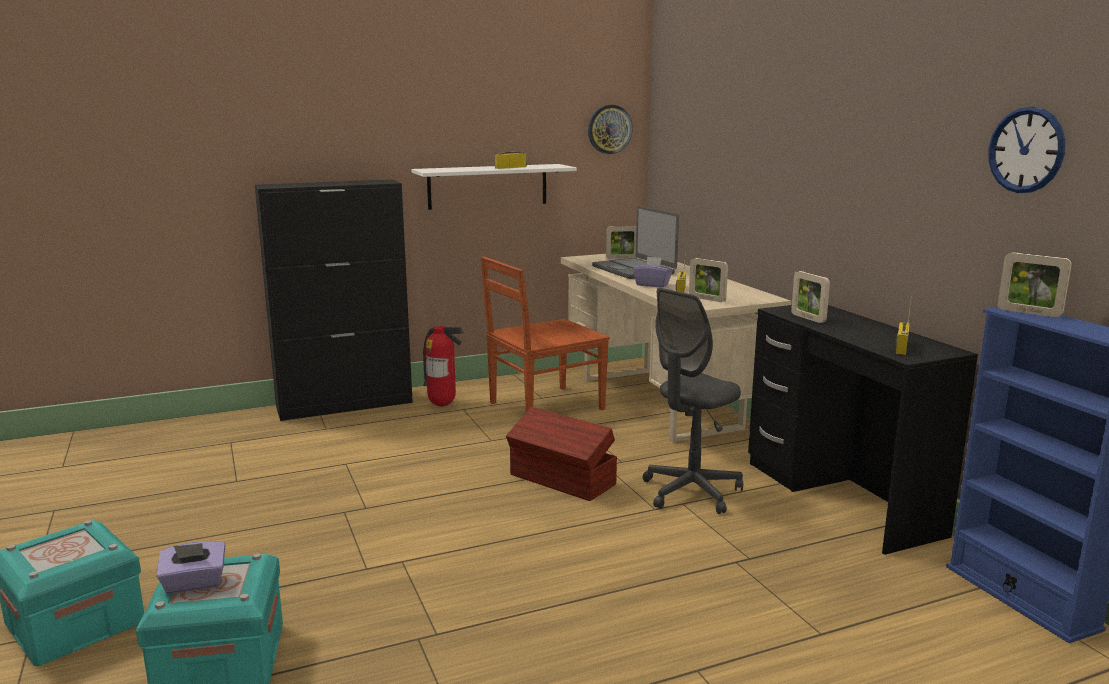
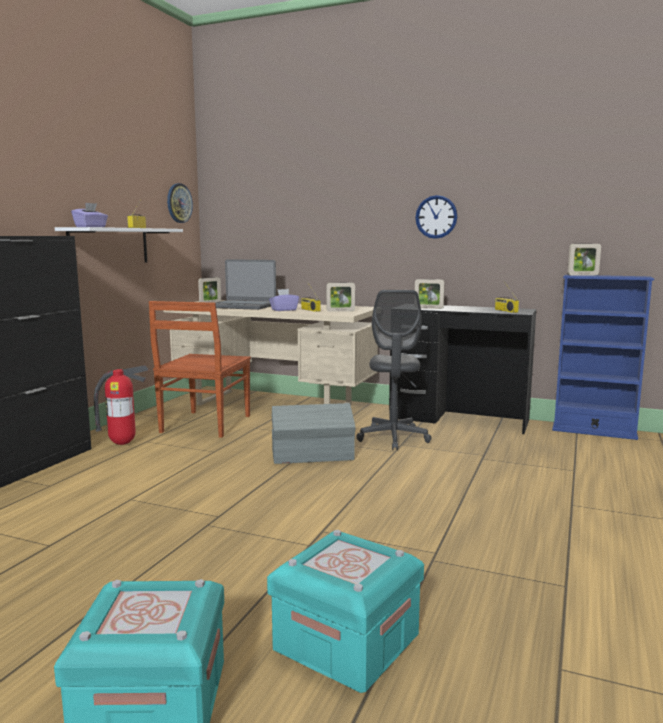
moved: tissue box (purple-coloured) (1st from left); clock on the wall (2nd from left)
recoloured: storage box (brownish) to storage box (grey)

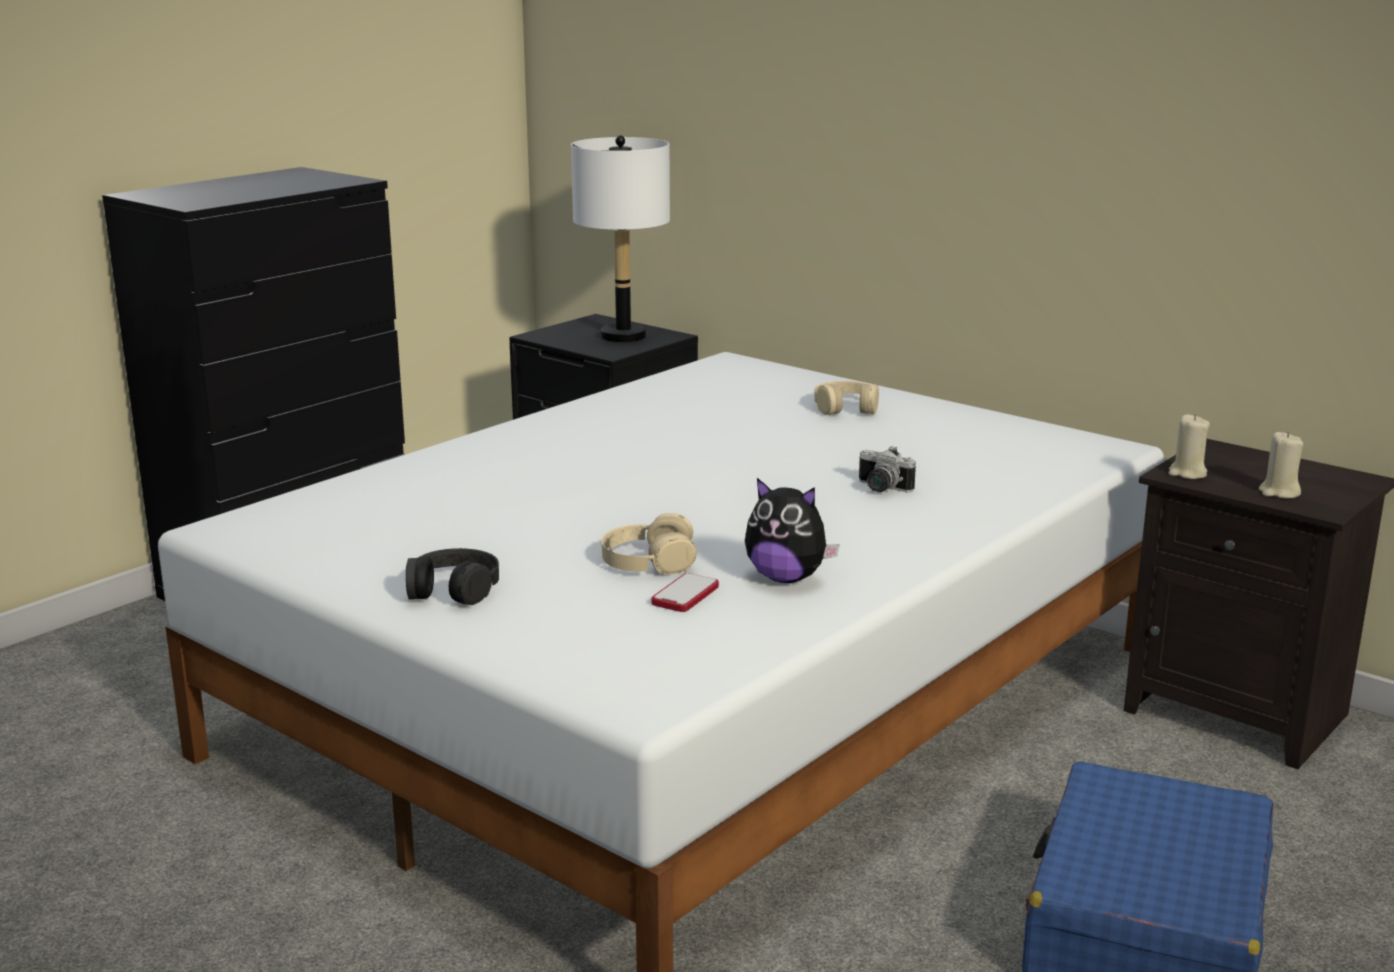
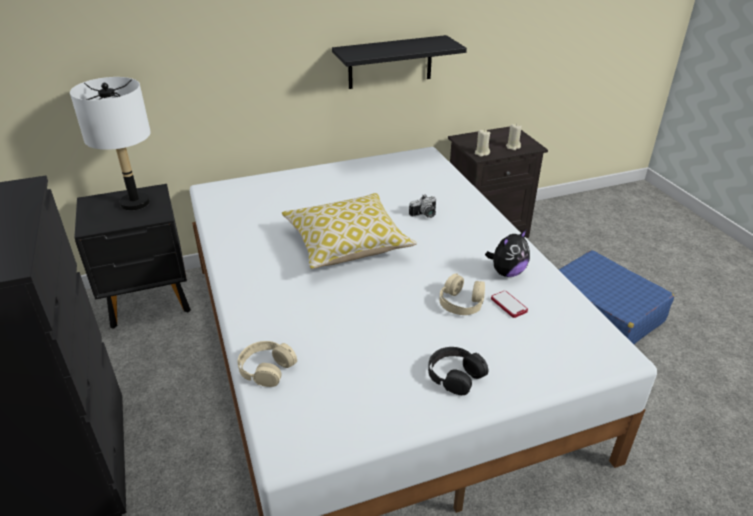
added: pillow; shelf (black-coloured)
moved: pair of headphones (sand-coloured) (2nd from left in the first image) to pair of headphones (sand-coloured) (1st from left)

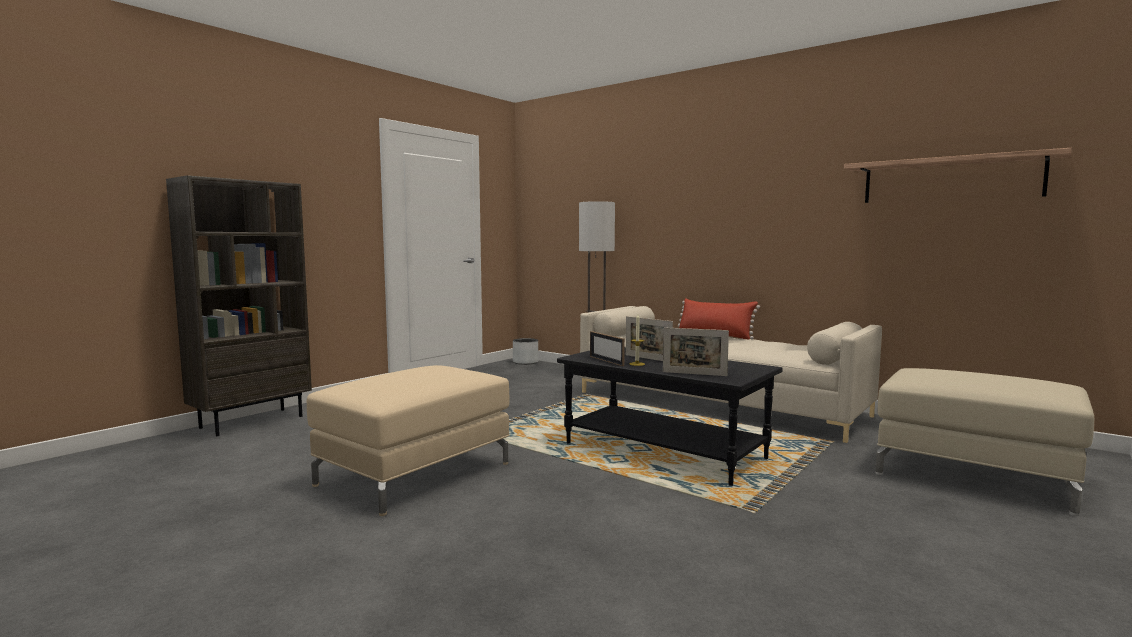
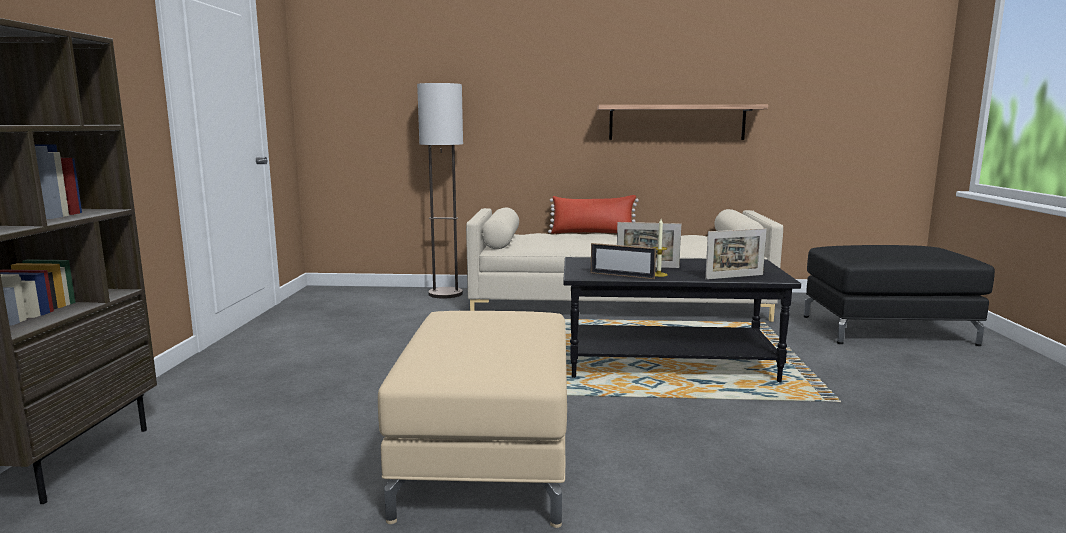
removed: plant pot (grey)
moved: shelf
recoloured: ottoman (sand-coloured) (2nd from left) to ottoman (black-coloured)

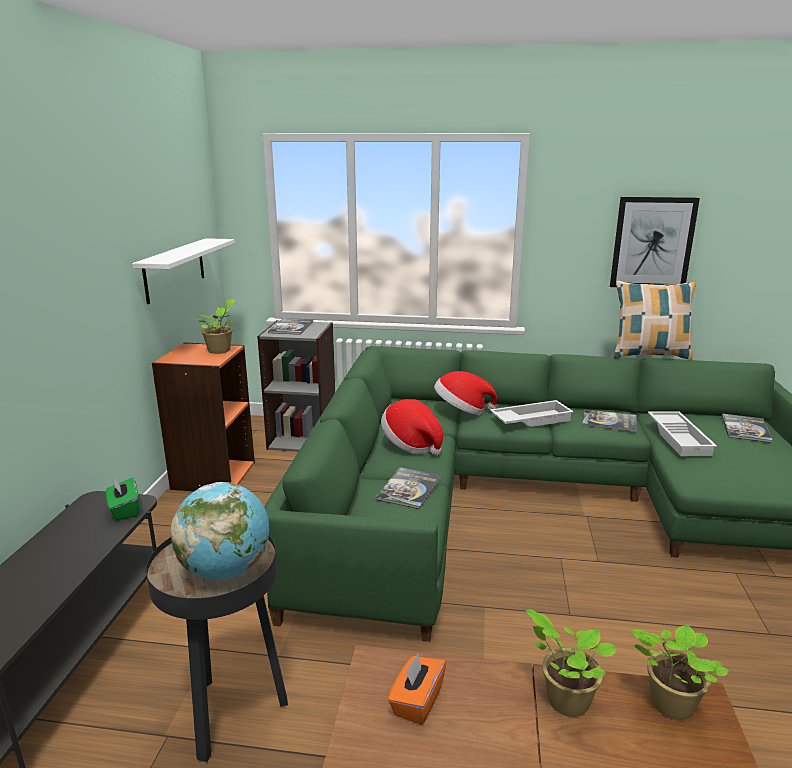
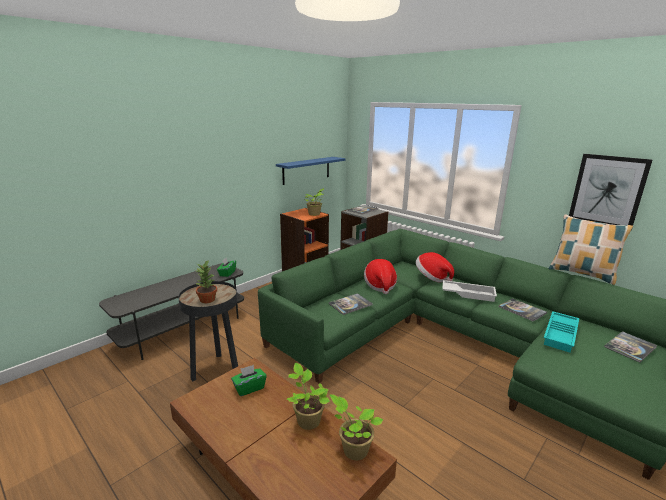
replaced: world globe to potted plant (1st from left)
recoloured: tissue box (orange-coloured) to tissue box (greenish) (2nd from left); shelf (white) to shelf (blue-coloured); serving tray (white) (2nd from left) to serving tray (turquoise-coloured)

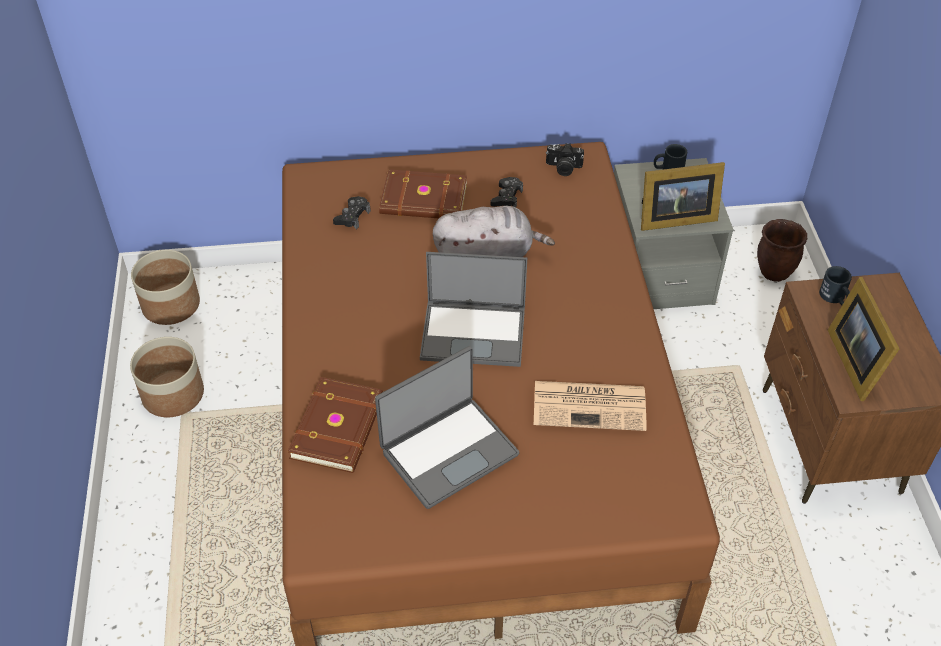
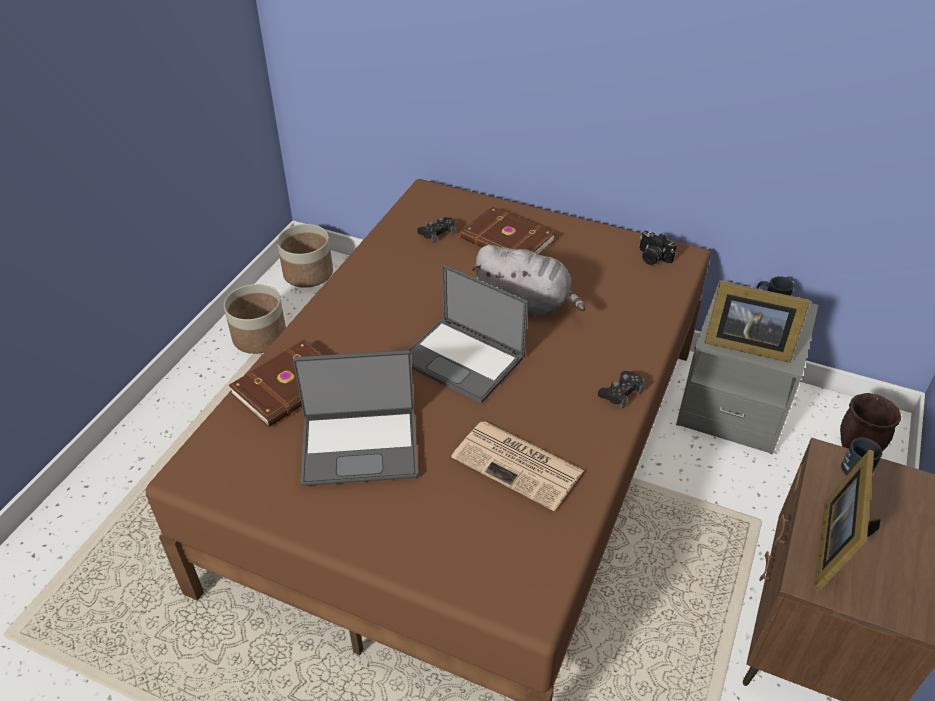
moved: game controller (black-coloured) (2nd from left)

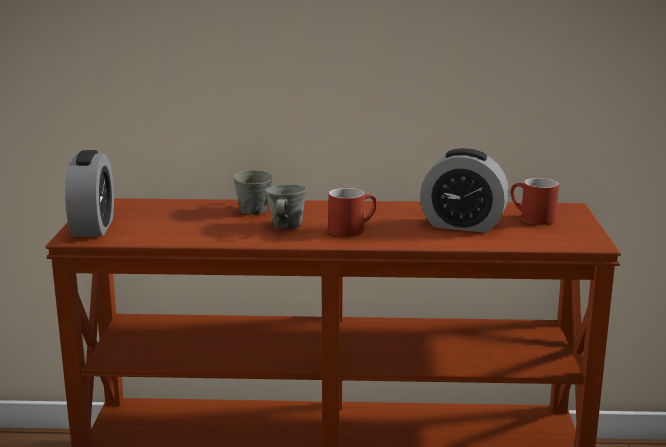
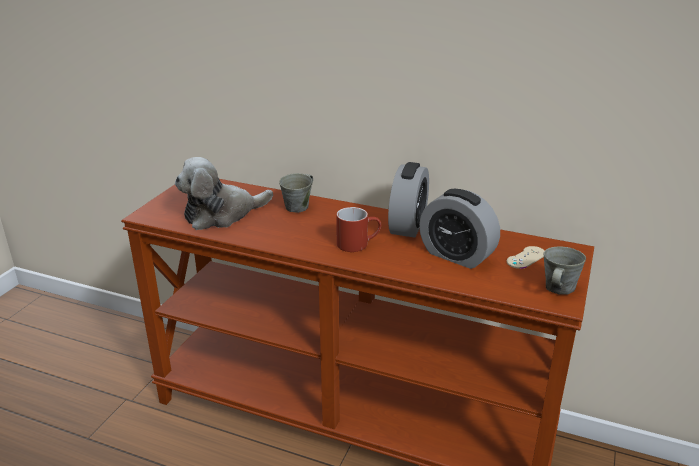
added: plush toy
moved: table clock (1st from left); coffee mug (grey) (2nd from left)
replaced: coffee mug (red-coloured) (2nd from left) to game controller (sand-coloured)

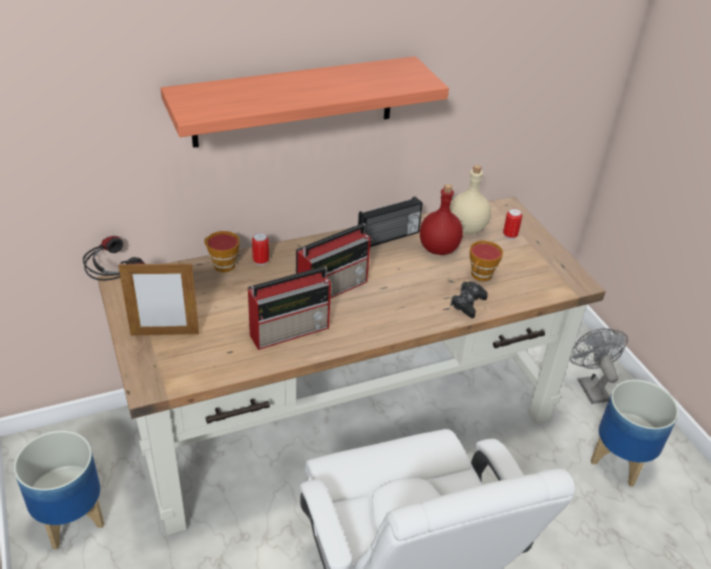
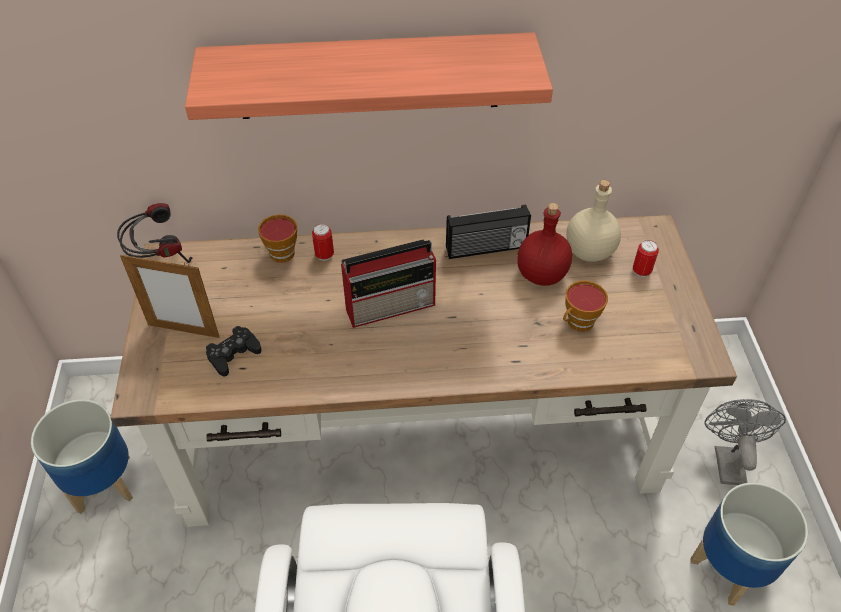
removed: radio set (1st from left)
moved: game controller (black-coloured)

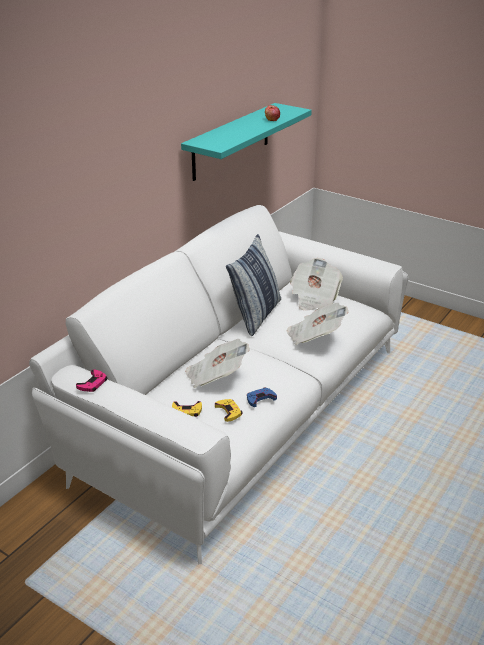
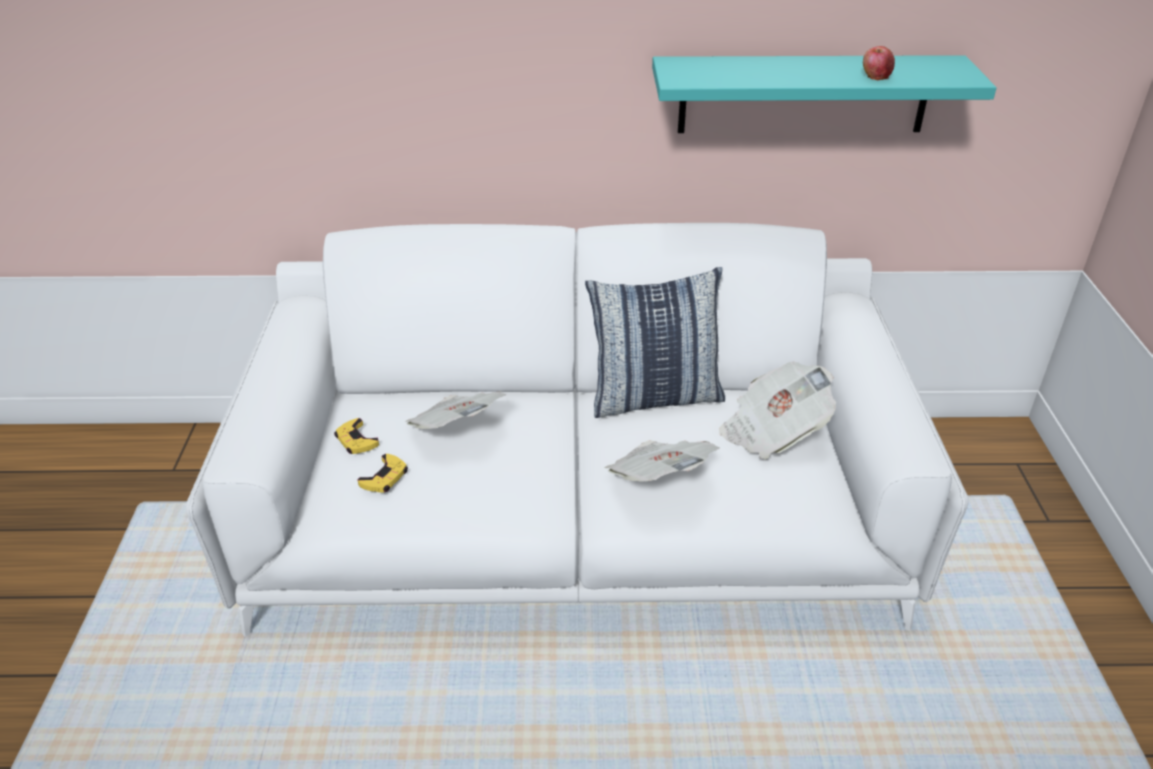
removed: game controller (pink); game controller (blue-coloured)

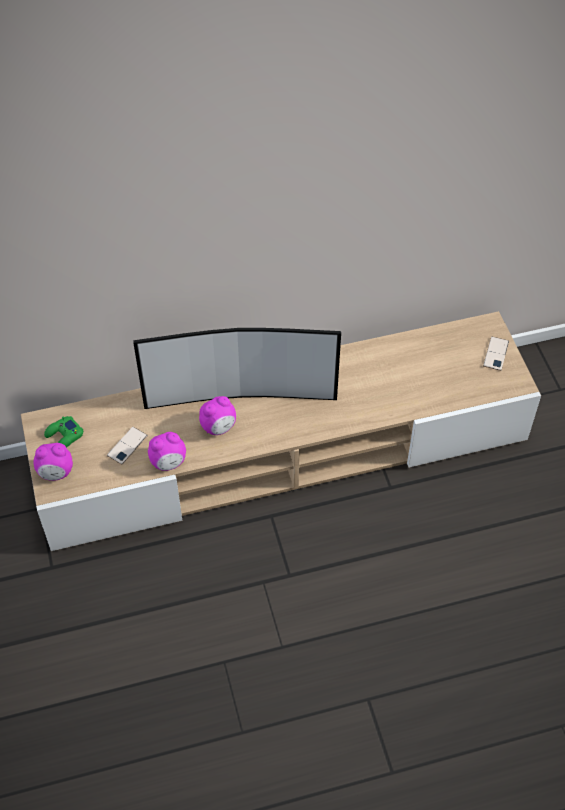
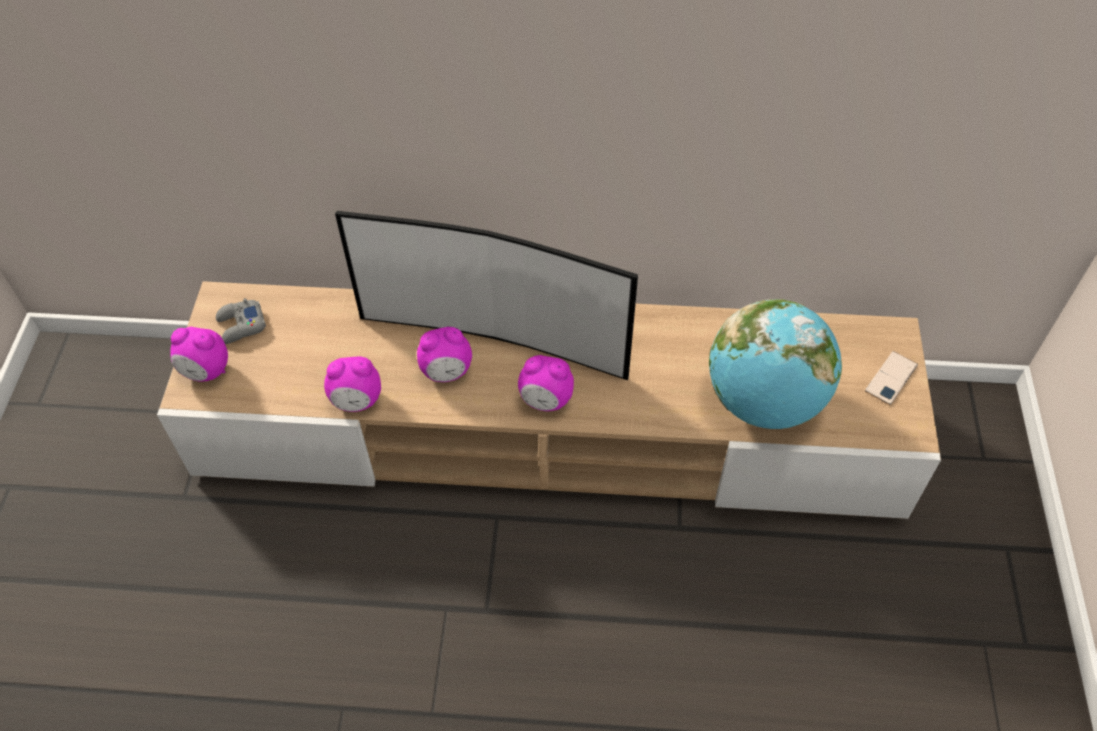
removed: telephone (1st from left)
added: table clock (4th from left); world globe
recoloured: game controller (greenish) to game controller (grey)

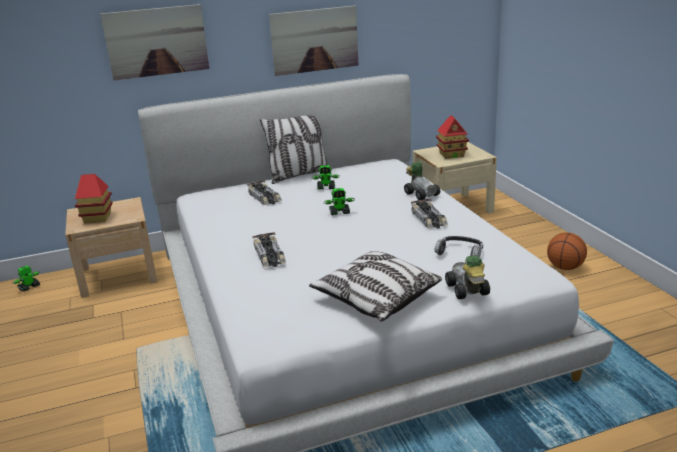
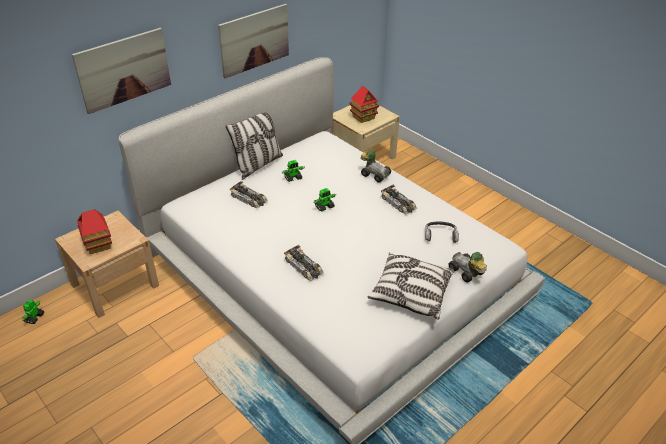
removed: ball for basketball

